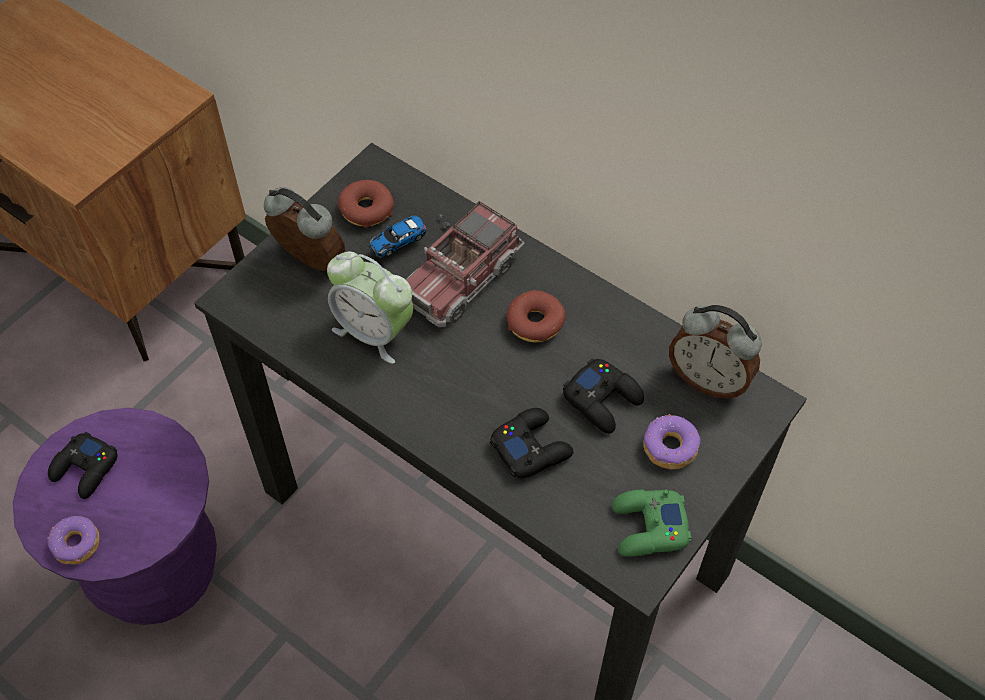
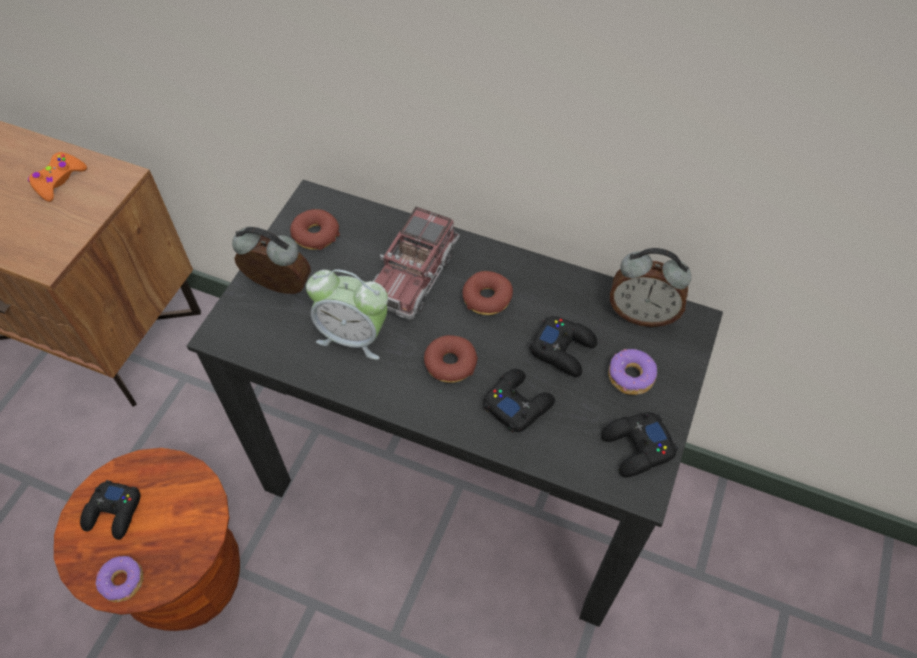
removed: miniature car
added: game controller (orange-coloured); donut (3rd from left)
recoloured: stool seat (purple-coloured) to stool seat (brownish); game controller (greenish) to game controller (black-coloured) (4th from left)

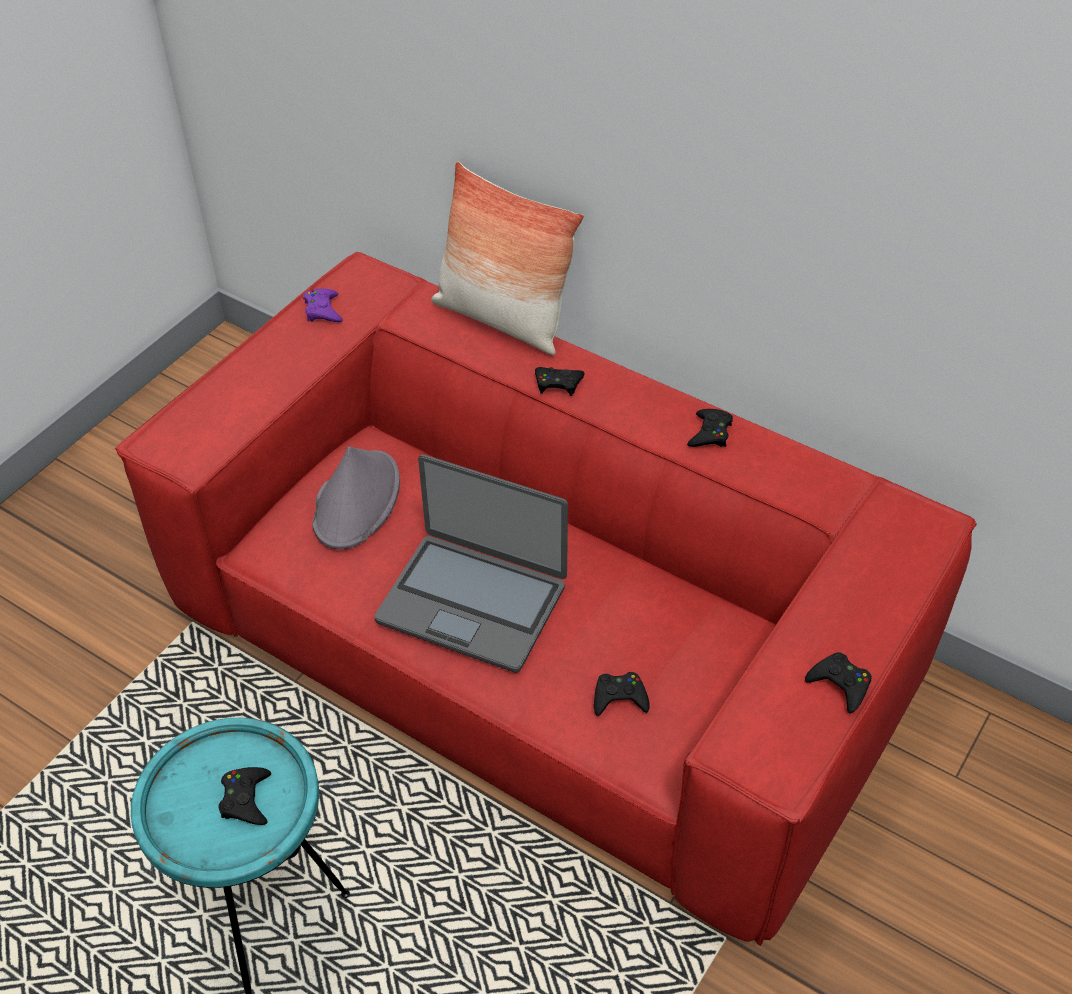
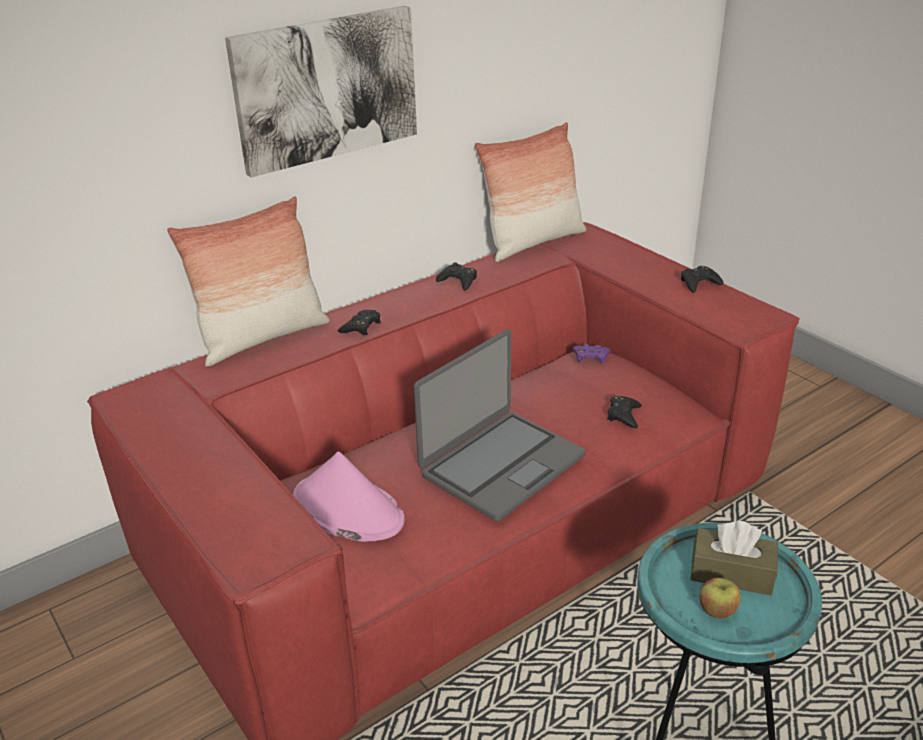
added: picture; pillow (2nd from left); apple
moved: game controller (purple-coloured)
replaced: game controller (black-coloured) (1st from left) to tissue box (brownish)
recoloured: wearable hat (grey) to wearable hat (pink)

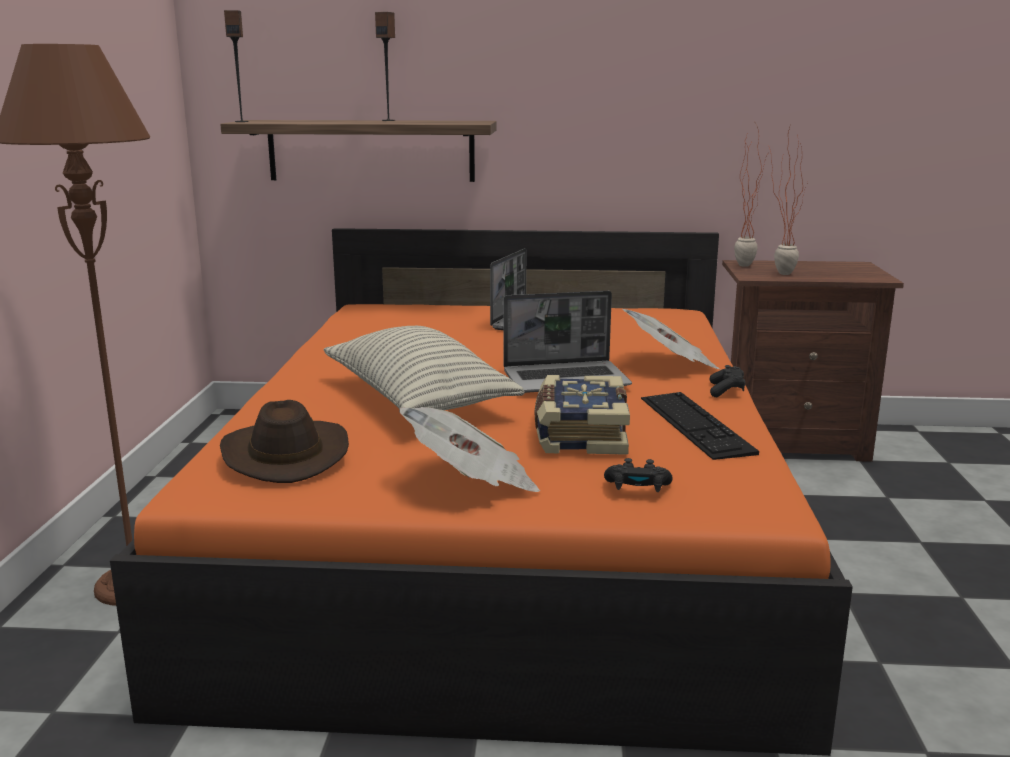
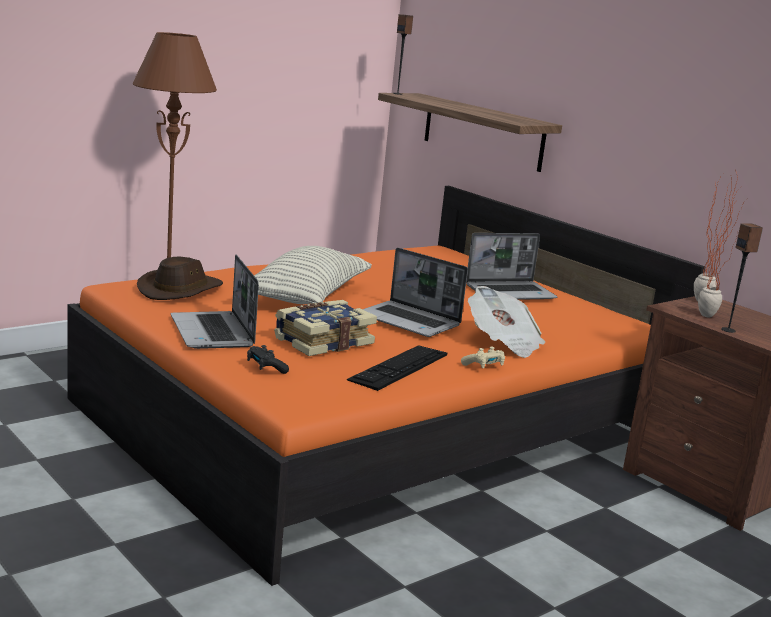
moved: speaker (2nd from left)
replaced: newspaper (1st from left) to portable computer (1st from left)
recoloured: game controller (black-coloured) (2nd from left) to game controller (sand-coloured)

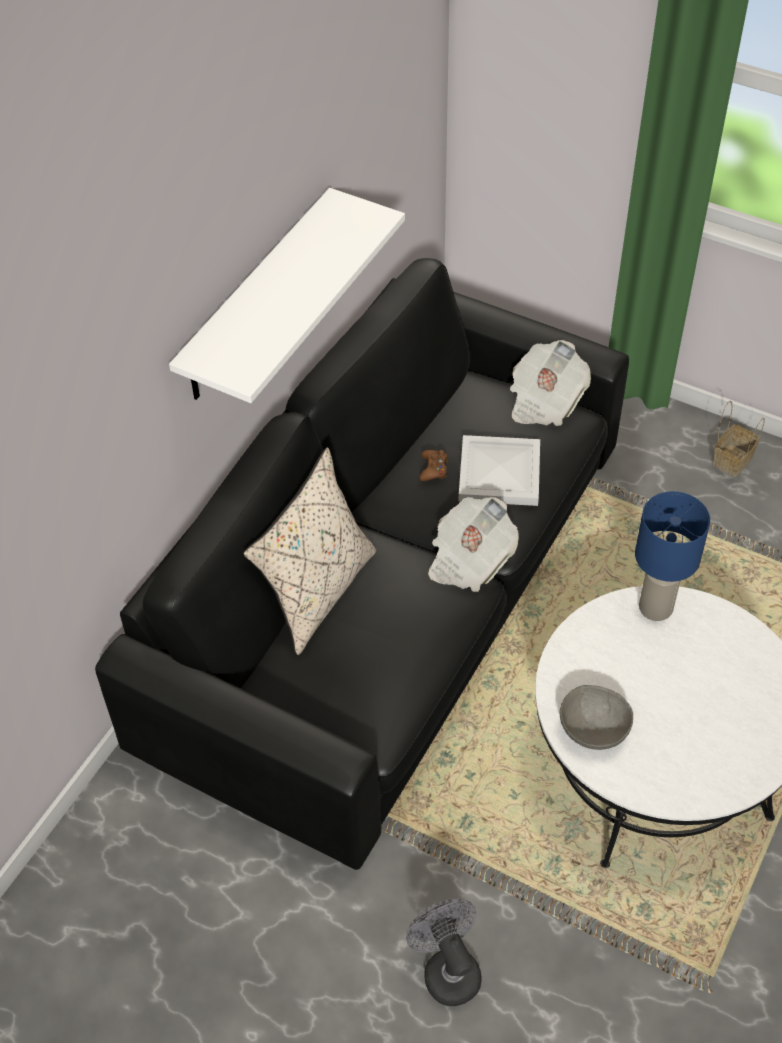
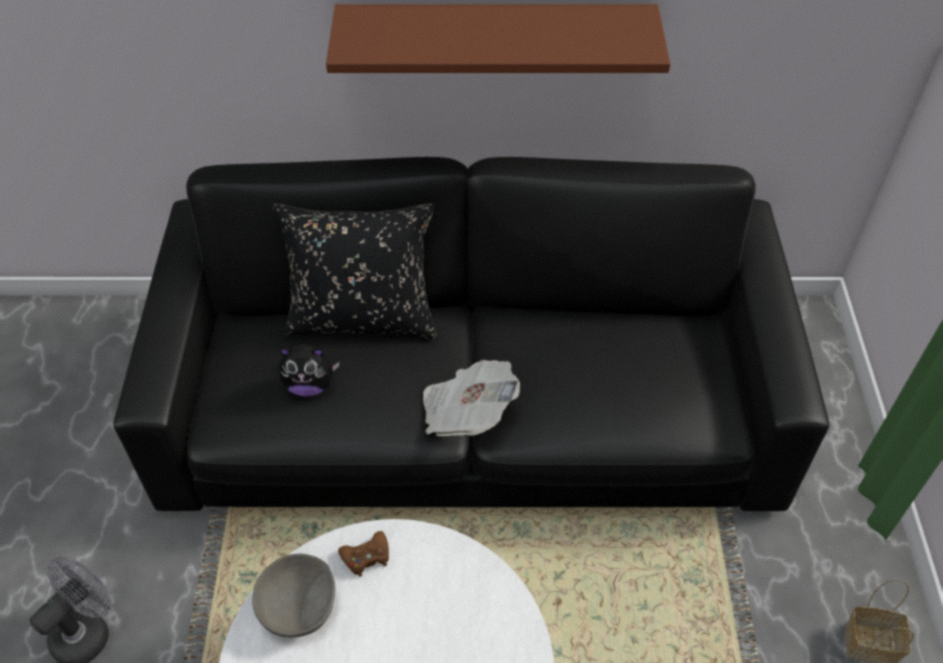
removed: serving tray (white); newspaper (2nd from left); lamp for a table (blue-coloured)
added: plush toy
moved: game controller (brownish)
recoloured: pillow (sand-coloured) to pillow (black-coloured); shelf (white) to shelf (brownish)

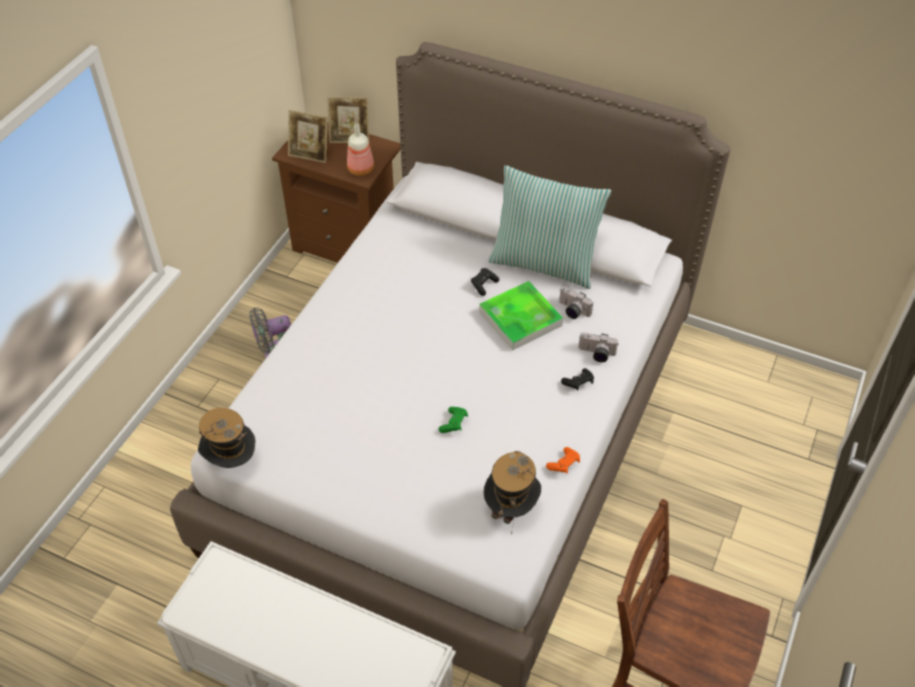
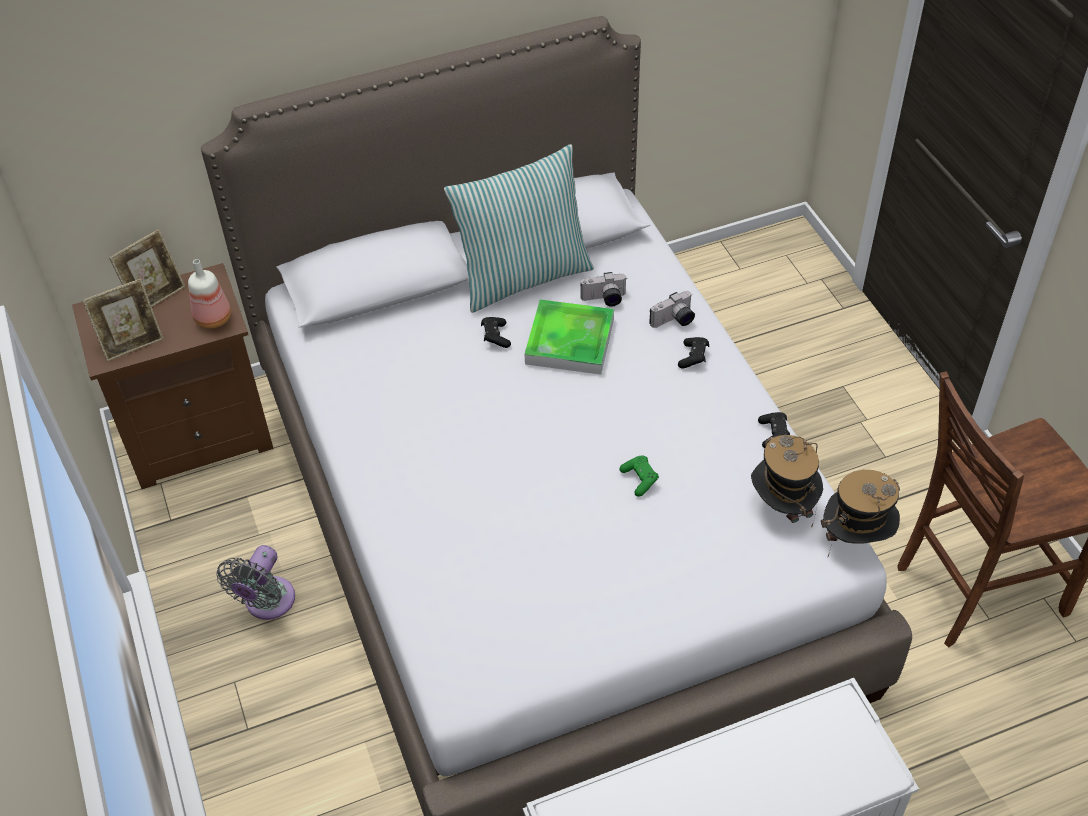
moved: wearable hat (1st from left in the first image) to wearable hat (2nd from left)
recoloured: game controller (orange-coloured) to game controller (black-coloured) (3rd from left)

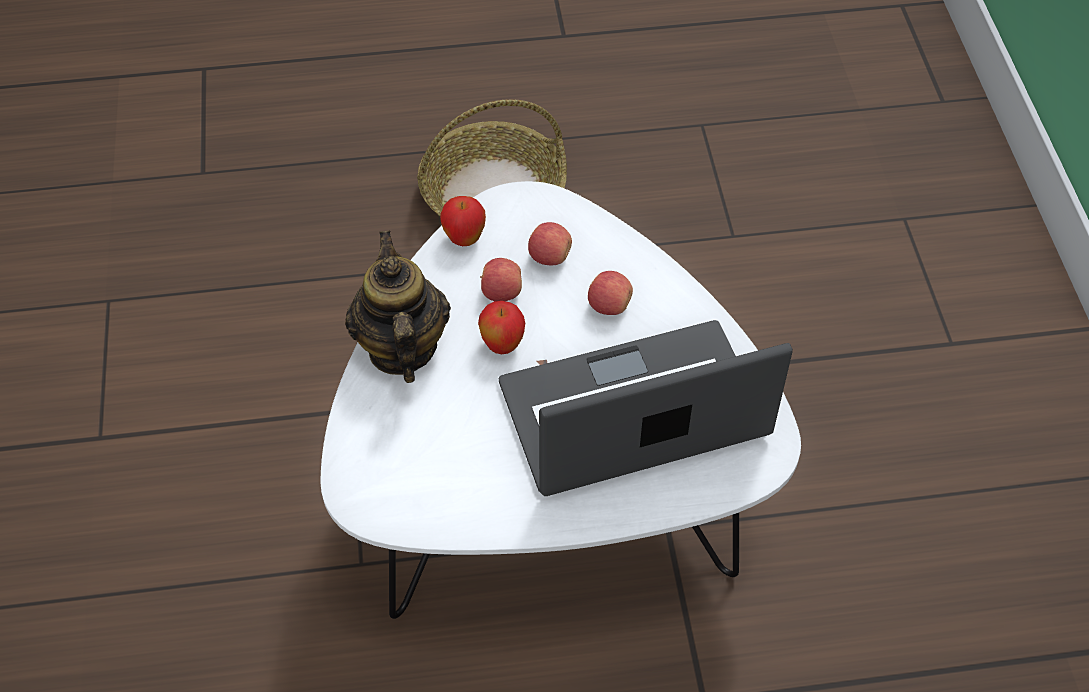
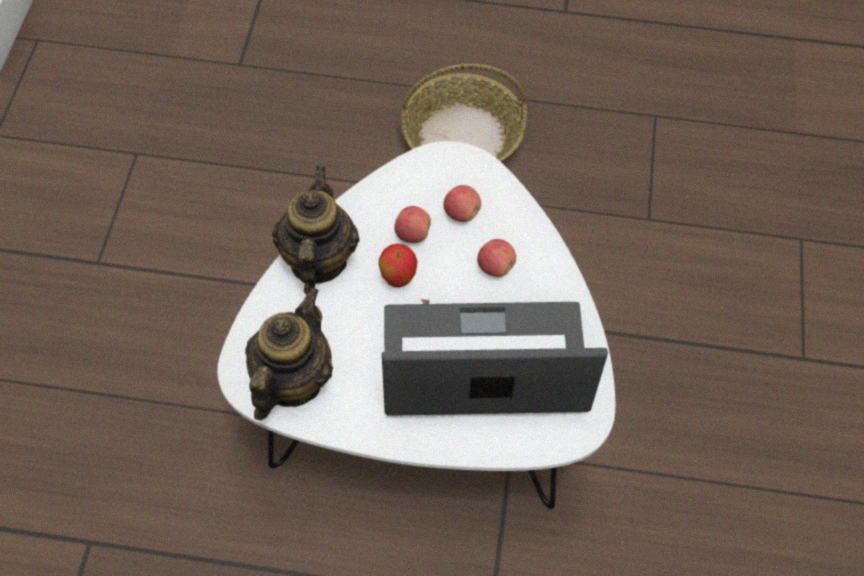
removed: apple (1st from left)
added: teapot (1st from left)

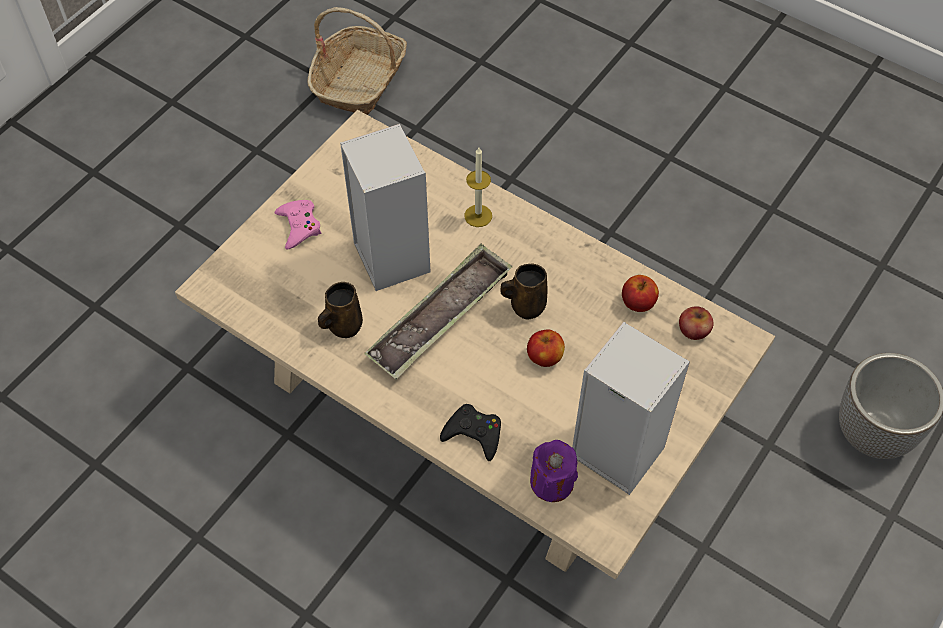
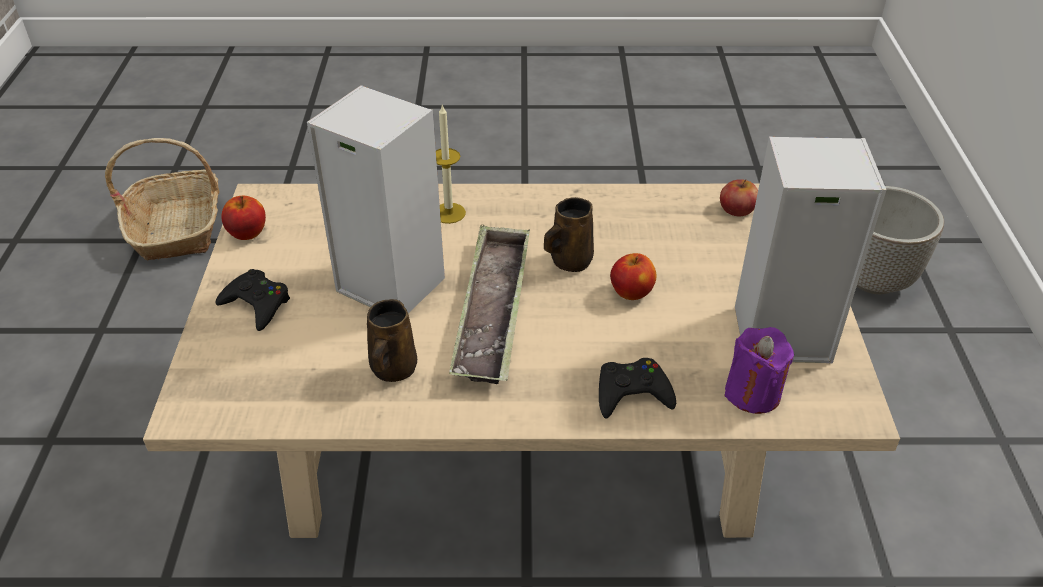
moved: apple (2nd from left in the first image) to apple (1st from left)
recoloured: game controller (pink) to game controller (black-coloured) (1st from left)

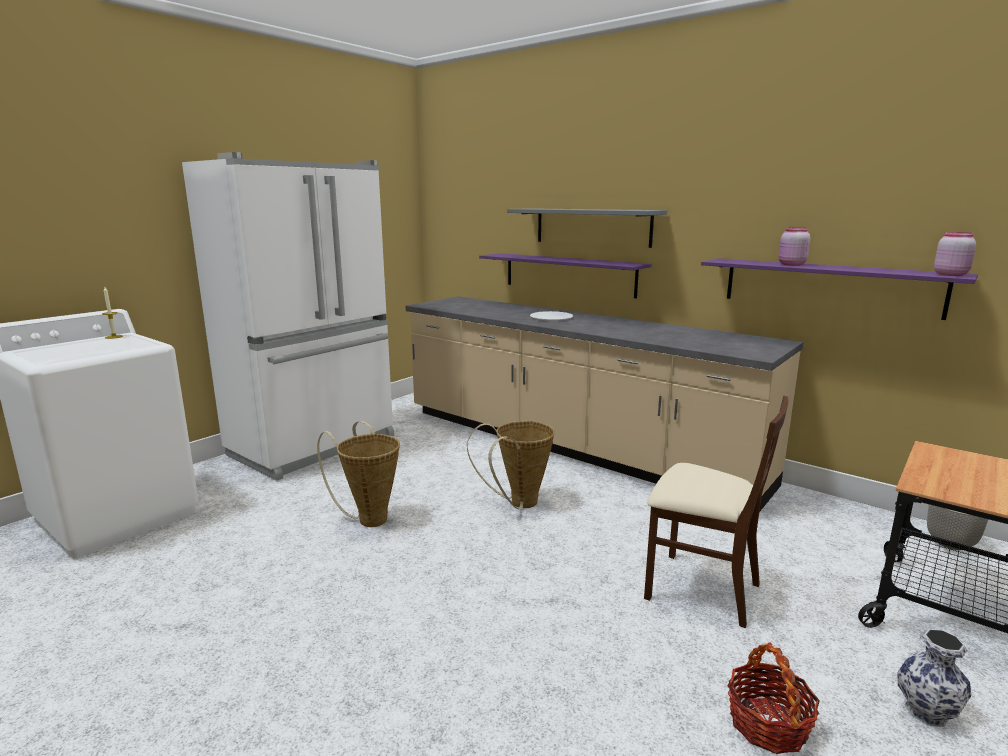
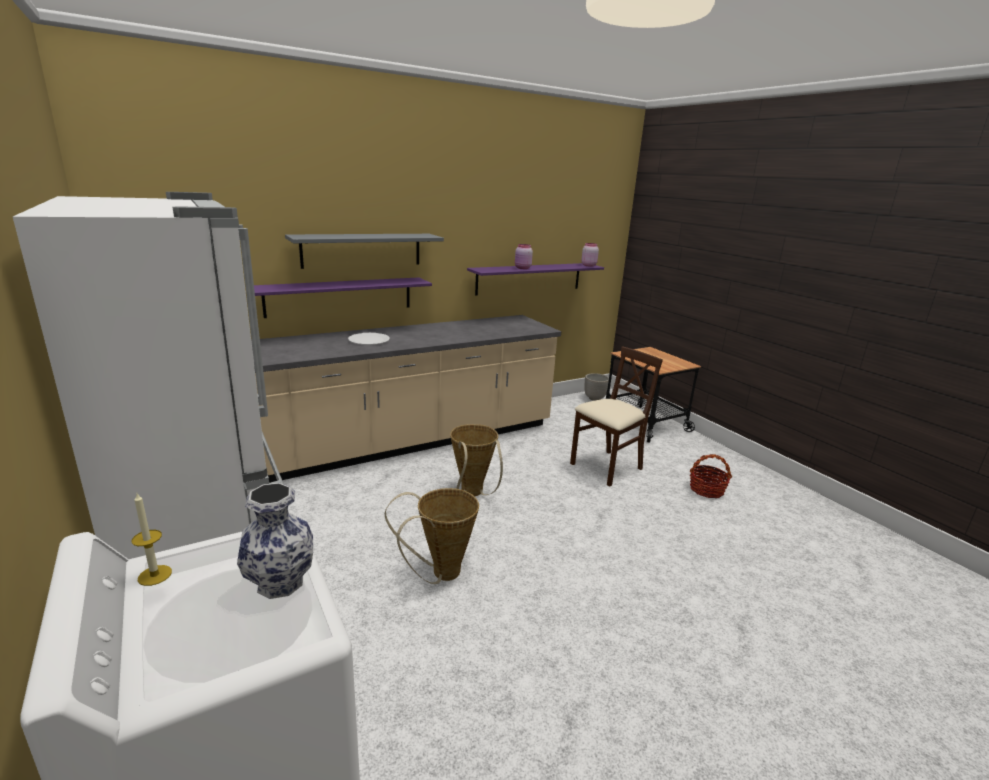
moved: decorative vase

